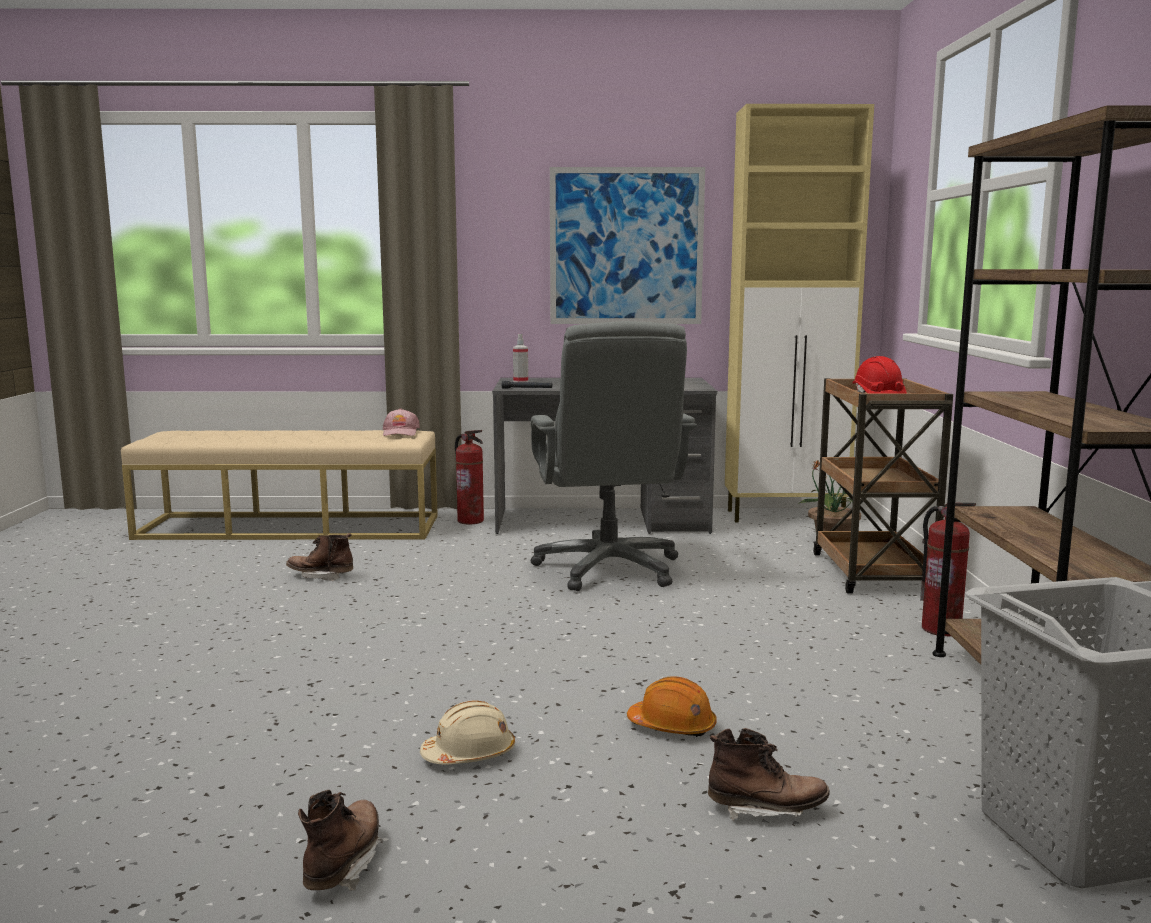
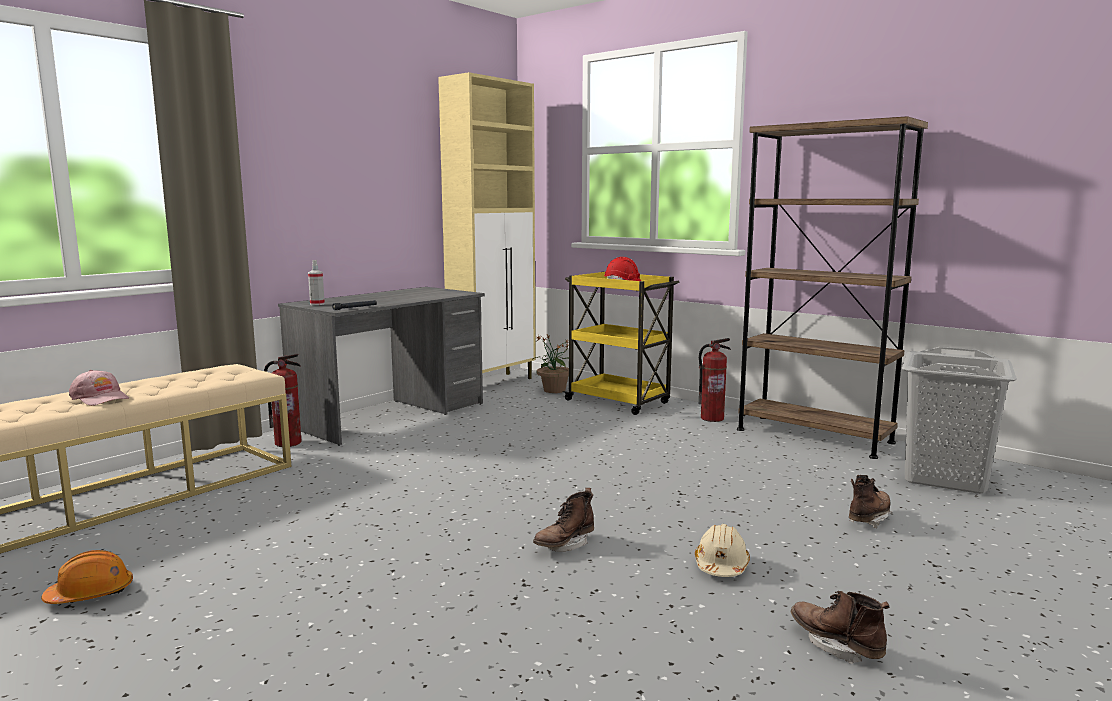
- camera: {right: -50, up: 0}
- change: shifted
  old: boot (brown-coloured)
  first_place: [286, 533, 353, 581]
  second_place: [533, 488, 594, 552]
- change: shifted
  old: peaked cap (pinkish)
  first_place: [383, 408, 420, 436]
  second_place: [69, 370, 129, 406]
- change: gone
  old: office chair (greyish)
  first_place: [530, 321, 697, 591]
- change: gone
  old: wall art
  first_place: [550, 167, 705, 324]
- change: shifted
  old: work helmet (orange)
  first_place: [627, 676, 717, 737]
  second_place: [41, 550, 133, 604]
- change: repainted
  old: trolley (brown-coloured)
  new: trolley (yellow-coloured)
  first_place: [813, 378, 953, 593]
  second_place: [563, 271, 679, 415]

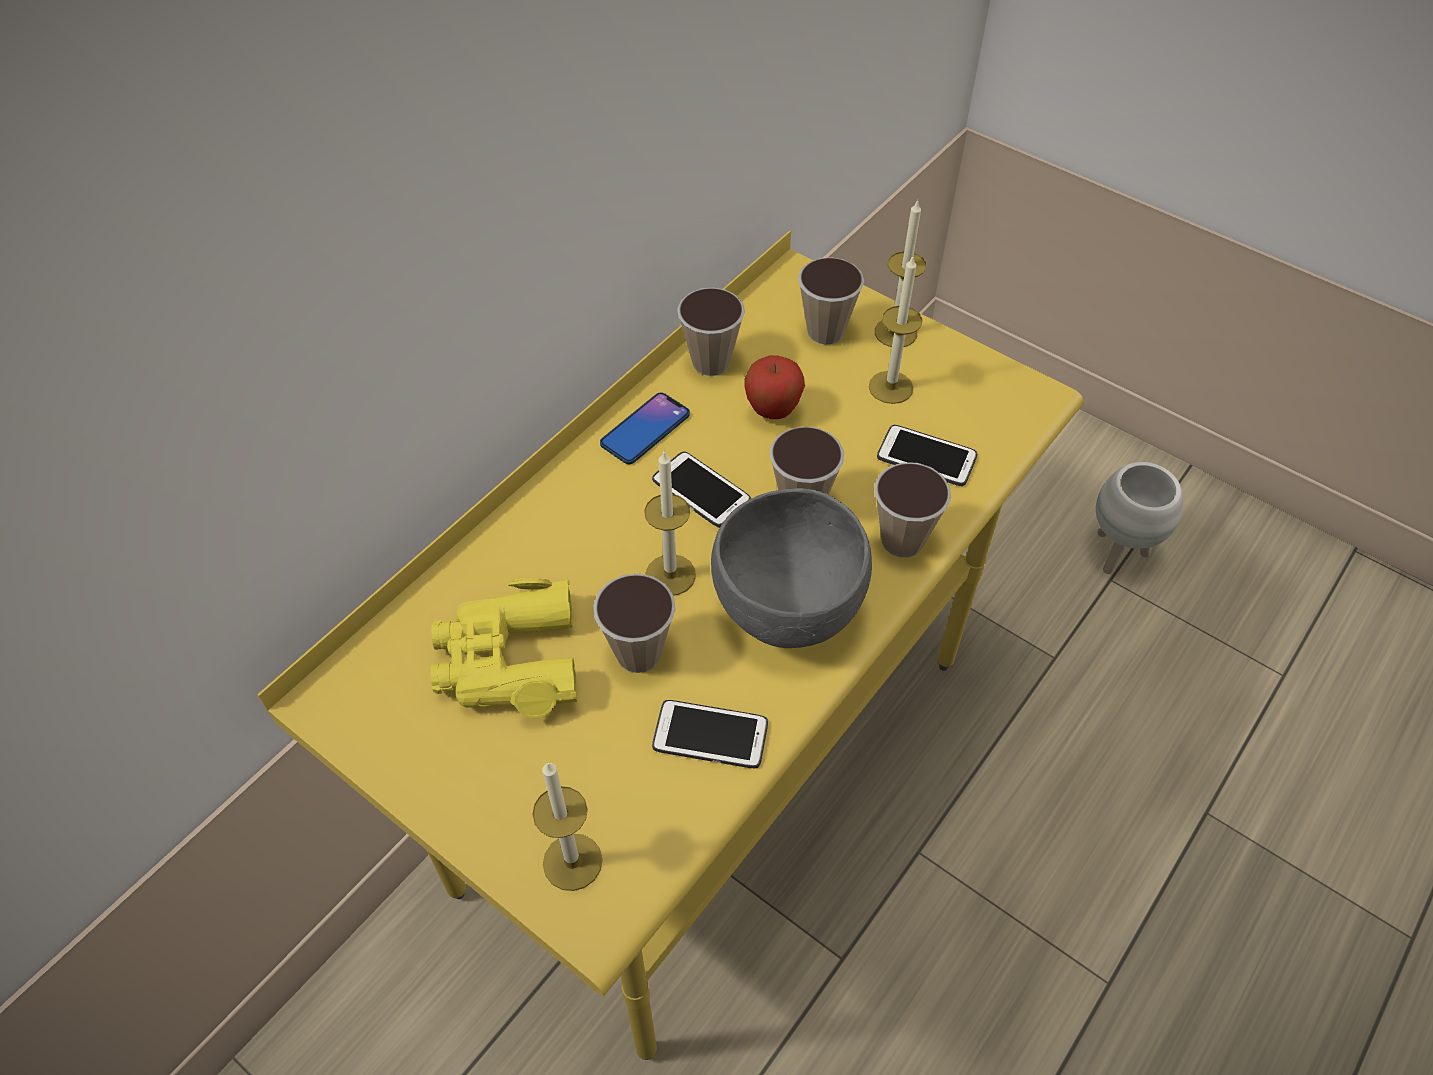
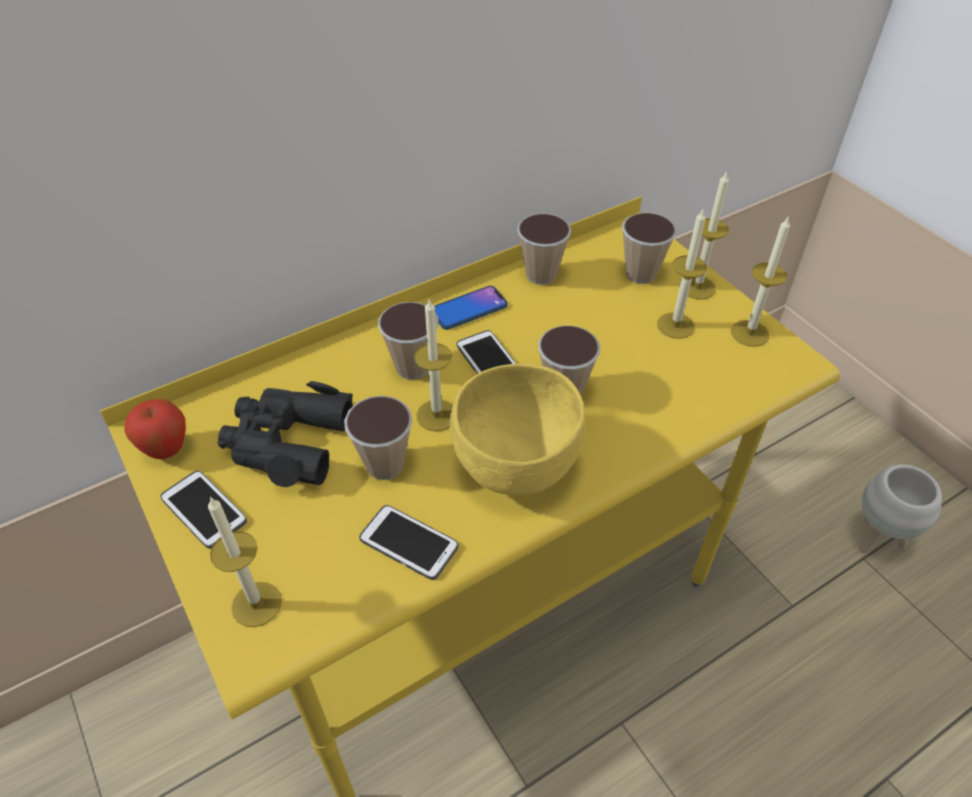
- camera: {right: 20, up: -5}
- change: repainted
  old: pair of binoculars (yellow-coloured)
  new: pair of binoculars (black)
  first_place: [431, 578, 578, 718]
  second_place: [217, 381, 353, 487]
- change: repainted
  old: bowl (greyish)
  new: bowl (yellow-coloured)
  first_place: [711, 488, 872, 648]
  second_place: [450, 364, 586, 496]
- change: shifted
  old: apple fruit
  first_place: [745, 355, 805, 419]
  second_place: [124, 399, 186, 459]
- change: shifted
  old: small cup
  first_place: [875, 462, 951, 557]
  second_place: [378, 302, 439, 379]
- change: shifted
  old: phone
  first_place: [877, 425, 977, 486]
  second_place: [160, 470, 247, 549]
- change: new
  new: candle
  second_place: [731, 216, 790, 347]

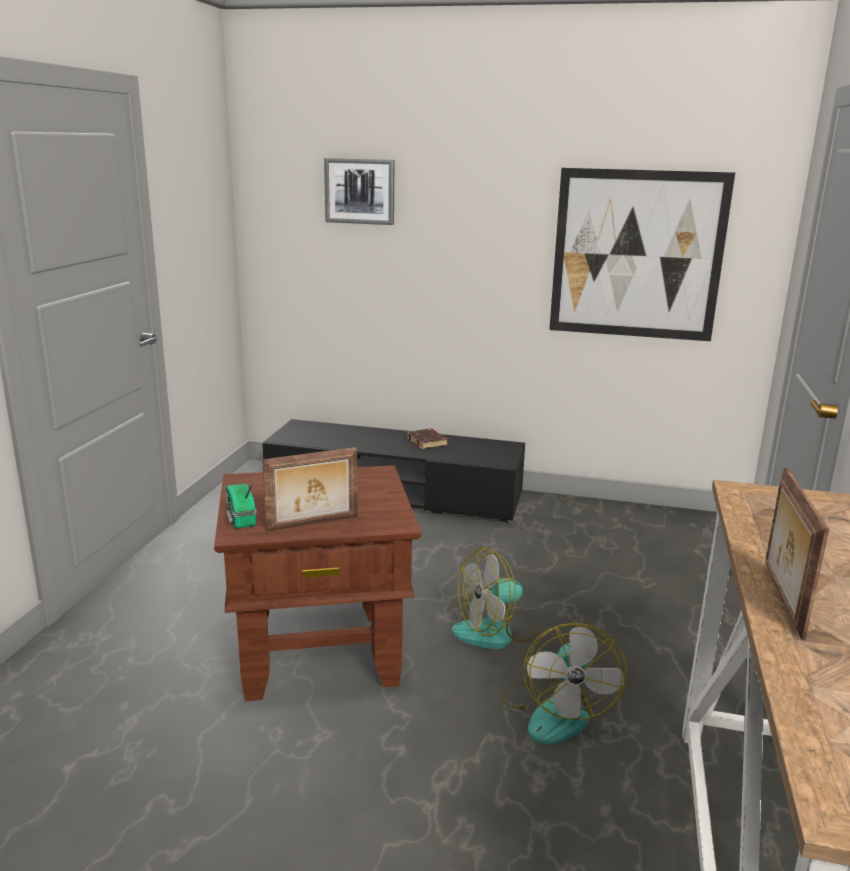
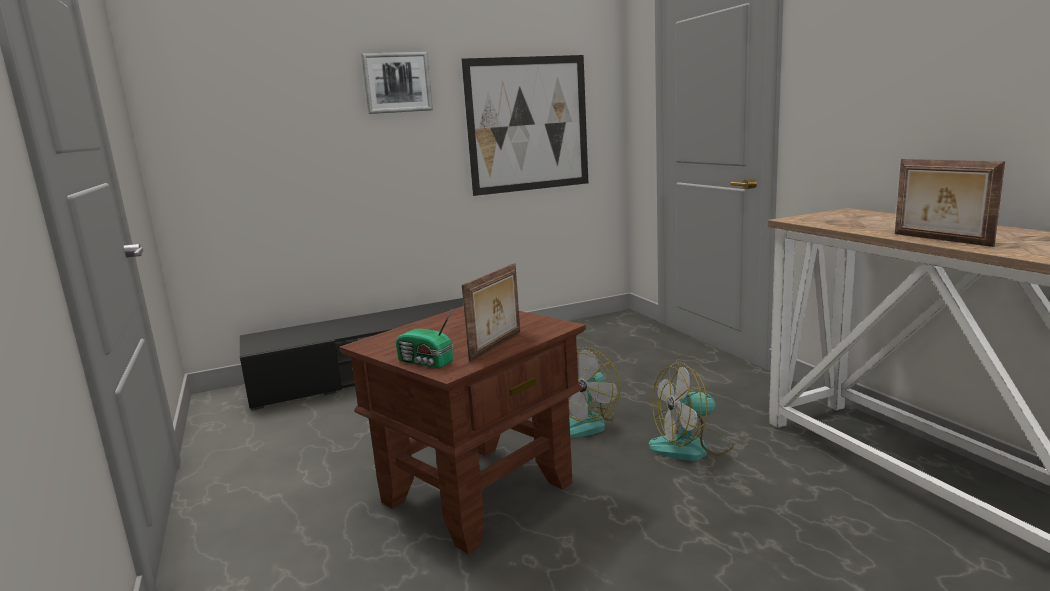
- camera: {right: -35, up: -5}
- change: shifted
  old: wall art
  first_place: [324, 158, 394, 225]
  second_place: [361, 52, 433, 114]
- change: gone
  old: volume (brown-coloured)
  first_place: [406, 428, 449, 449]
- change: rotated
  old: cooling fan
  first_place: [501, 623, 627, 744]
  second_place: [649, 362, 733, 461]
  degrees: 105

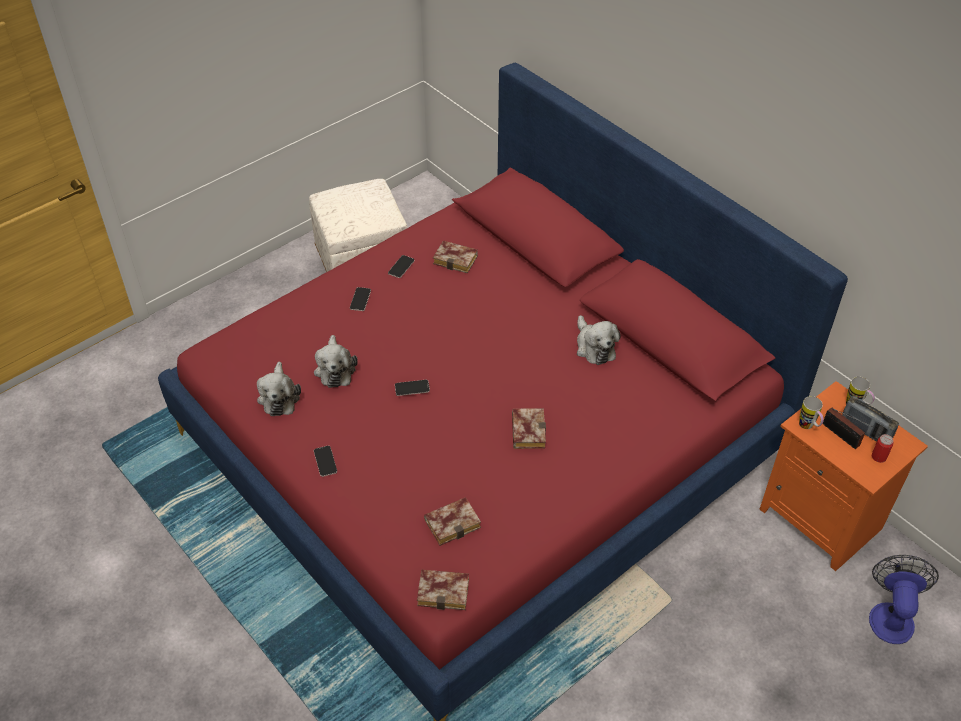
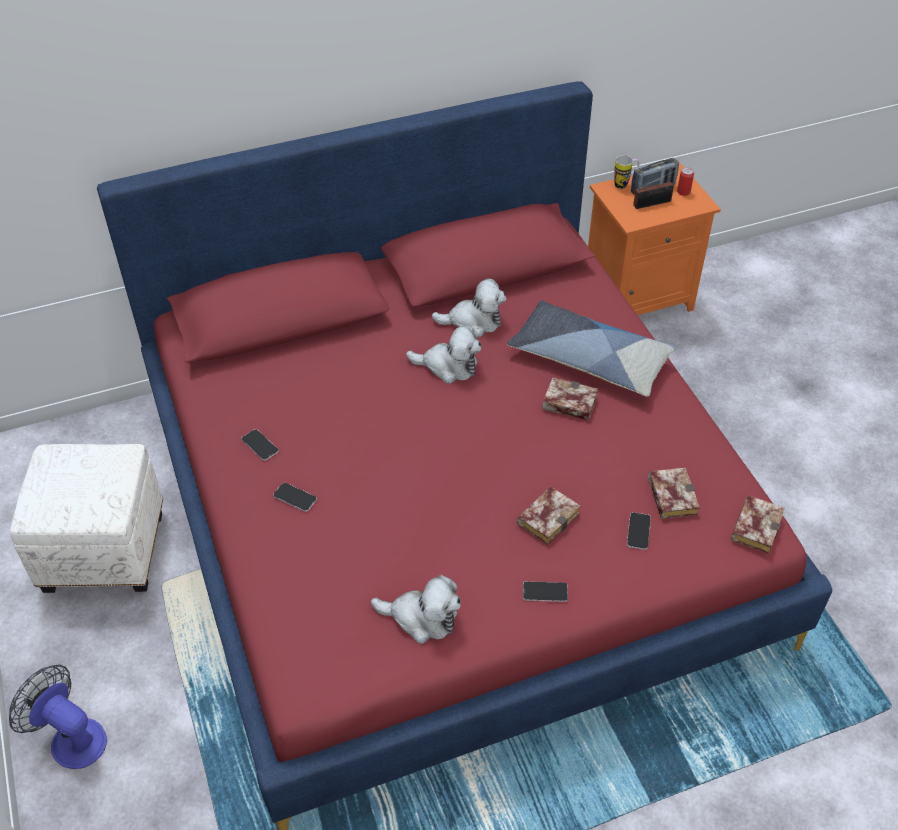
- camera: {right: -70, up: 0}
- change: shifted
  old: plush toy
  first_place: [314, 335, 358, 388]
  second_place: [406, 325, 481, 384]
- change: shifted
  old: phone
  first_place: [395, 380, 430, 396]
  second_place: [627, 512, 651, 550]
- change: shifted
  old: volume
  first_place: [433, 241, 478, 273]
  second_place: [517, 486, 580, 545]
- change: gone
  old: tea mug
  first_place: [799, 396, 824, 429]
- change: shifted
  old: cooling fan
  first_place: [869, 555, 939, 644]
  second_place: [9, 665, 107, 769]
- change: new
  new: cushion
  second_place: [507, 300, 676, 397]

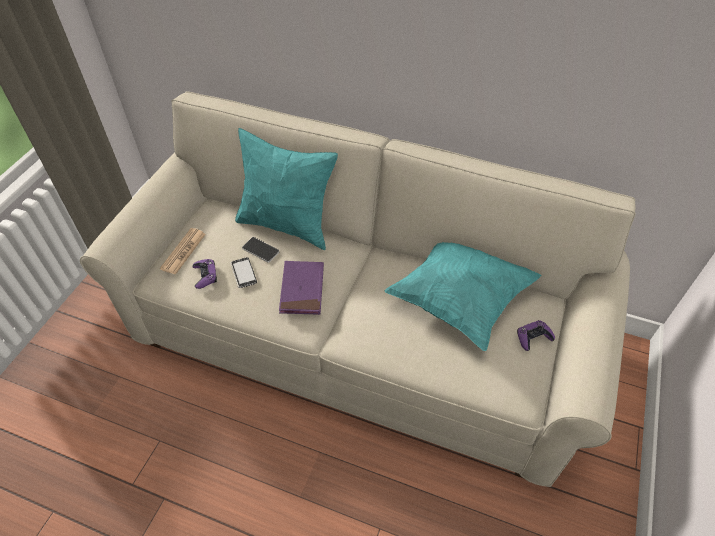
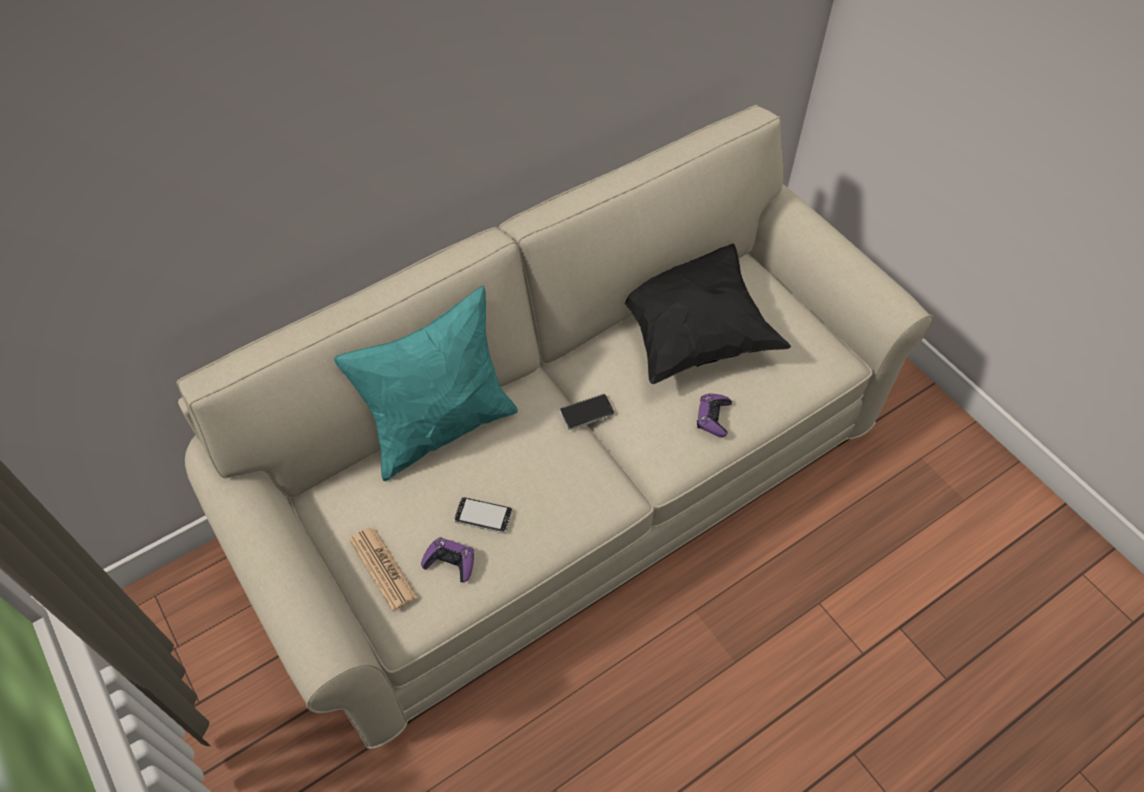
- camera: {right: -55, up: 5}
- change: shifted
  old: phone
  first_place: [242, 237, 279, 263]
  second_place: [560, 394, 615, 430]
- change: gone
  old: volume (purple-coloured)
  first_place: [279, 261, 324, 315]
- change: repainted
  old: cushion (turquoise-coloured)
  new: cushion (black)
  first_place: [385, 242, 541, 351]
  second_place: [625, 243, 791, 384]
- change: shifted
  old: joypad (purple-coloured)
  first_place: [517, 320, 555, 351]
  second_place: [697, 393, 732, 437]

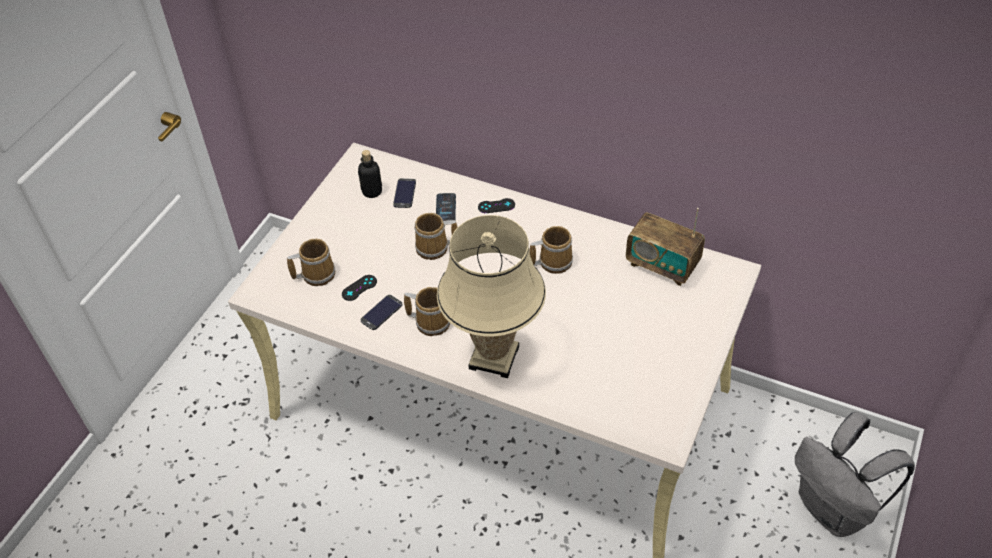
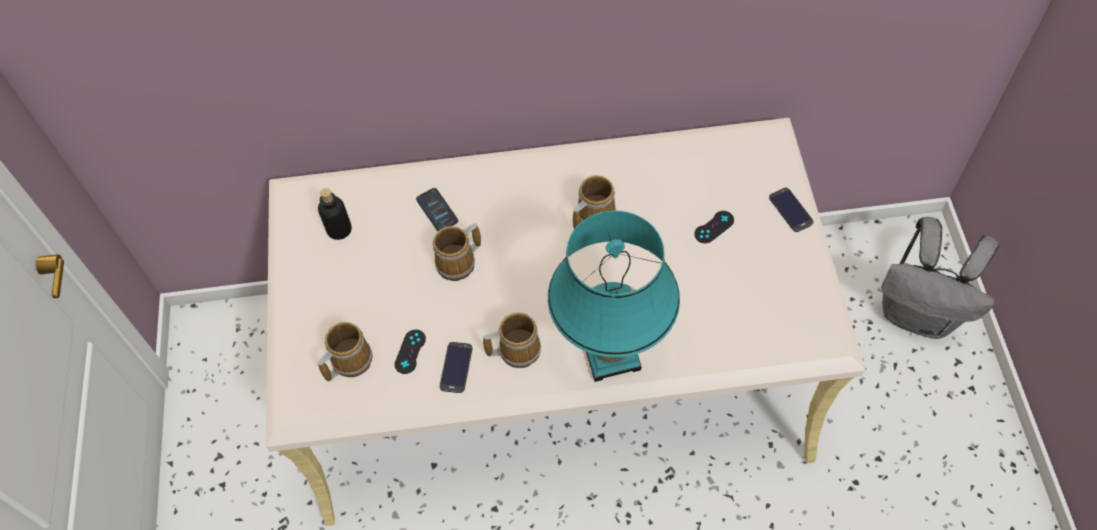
- camera: {right: -30, up: 10}
- change: shifted
  old: phone
  first_place: [393, 178, 416, 208]
  second_place: [769, 188, 814, 232]
- change: repainted
  old: lamp for a table (beige-coloured)
  new: lamp for a table (turquoise-coloured)
  first_place: [437, 215, 546, 378]
  second_place: [548, 211, 680, 382]
- change: shifted
  old: joypad (black)
  first_place: [478, 198, 515, 213]
  second_place: [694, 211, 734, 243]
- change: gone
  old: radio set
  first_place: [626, 208, 705, 286]

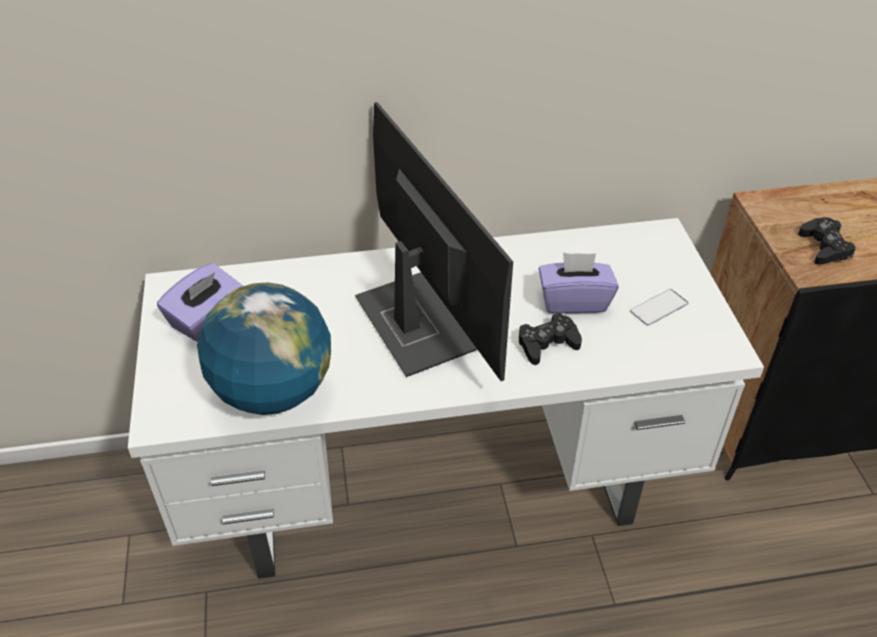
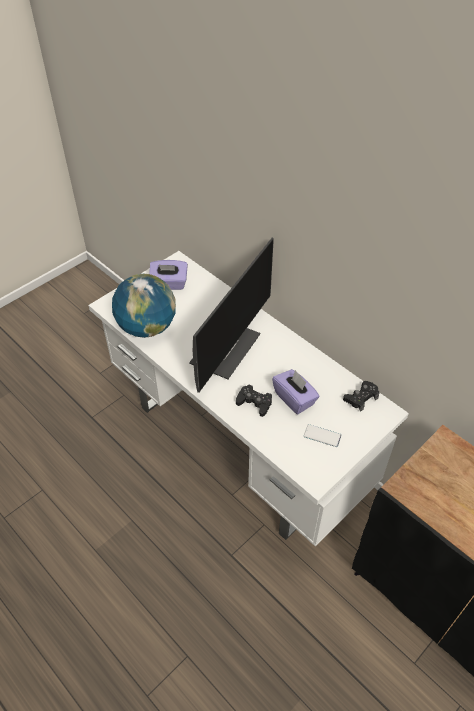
- camera: {right: 55, up: 5}
- change: shifted
  old: joypad (black)
  first_place: [798, 217, 856, 265]
  second_place: [343, 381, 379, 412]

